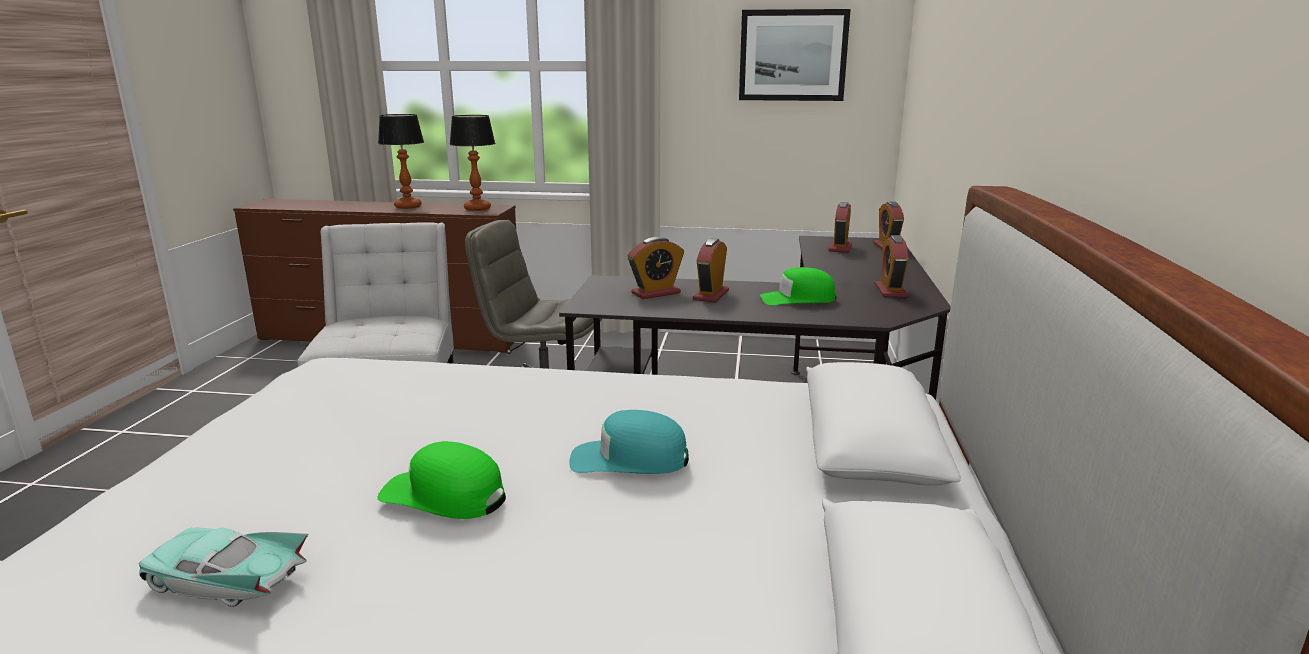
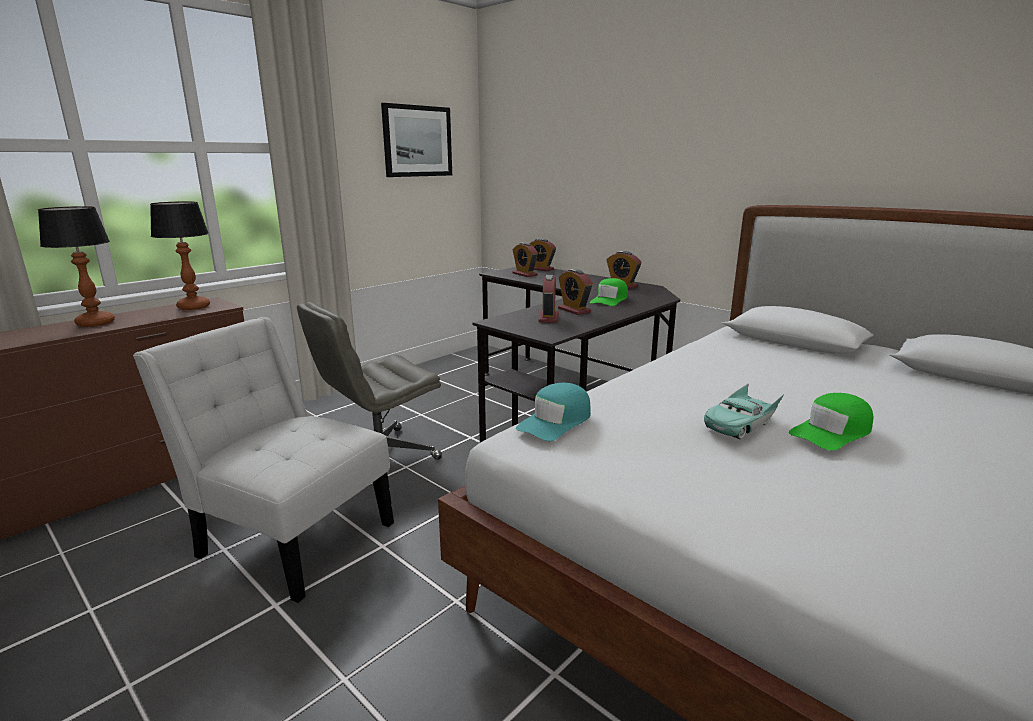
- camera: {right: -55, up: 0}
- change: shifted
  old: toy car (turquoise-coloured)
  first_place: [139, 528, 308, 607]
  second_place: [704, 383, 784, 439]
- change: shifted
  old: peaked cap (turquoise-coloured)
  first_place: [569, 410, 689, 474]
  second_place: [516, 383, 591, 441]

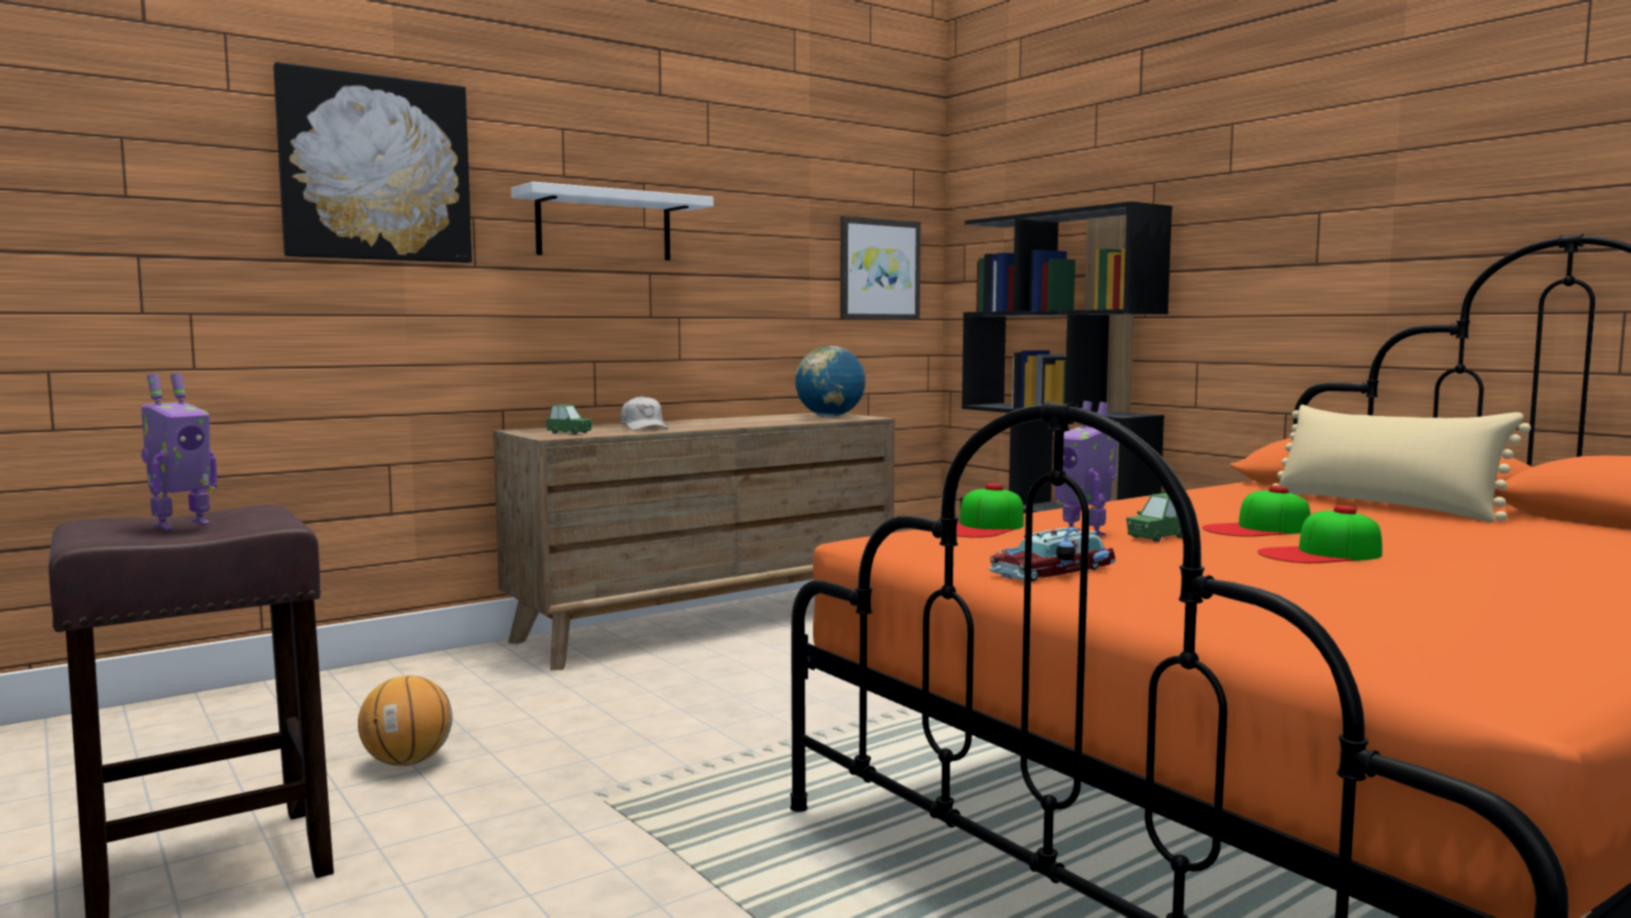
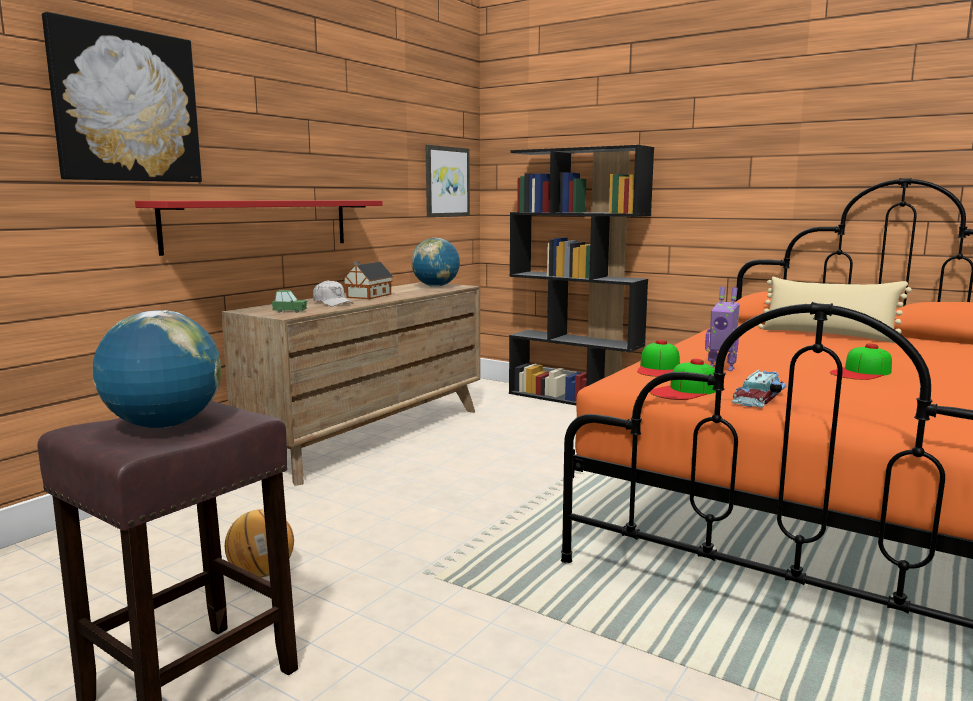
- camera: {right: -20, up: 5}
- change: swapped
  old: robot figure
  new: globe
  first_place: [141, 373, 217, 530]
  second_place: [93, 310, 221, 428]
- change: gone
  old: shelf (white)
  first_place: [511, 182, 714, 260]
- change: gone
  old: toy car (green-coloured)
  first_place: [1126, 493, 1182, 542]
- change: shifted
  old: peaked cap
  first_place: [1202, 486, 1311, 537]
  second_place: [650, 359, 716, 400]
- change: new
  new: shelf (red-coloured)
  second_place: [135, 200, 383, 256]
- change: new
  new: model house
  second_place: [343, 261, 393, 299]

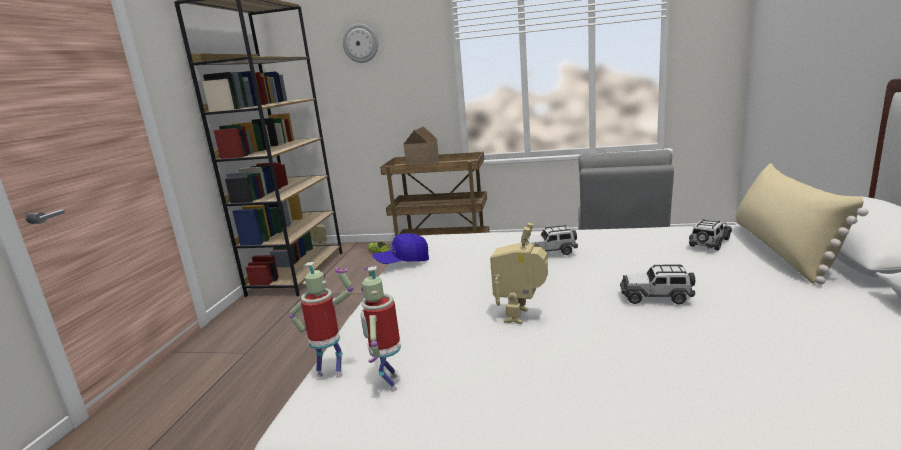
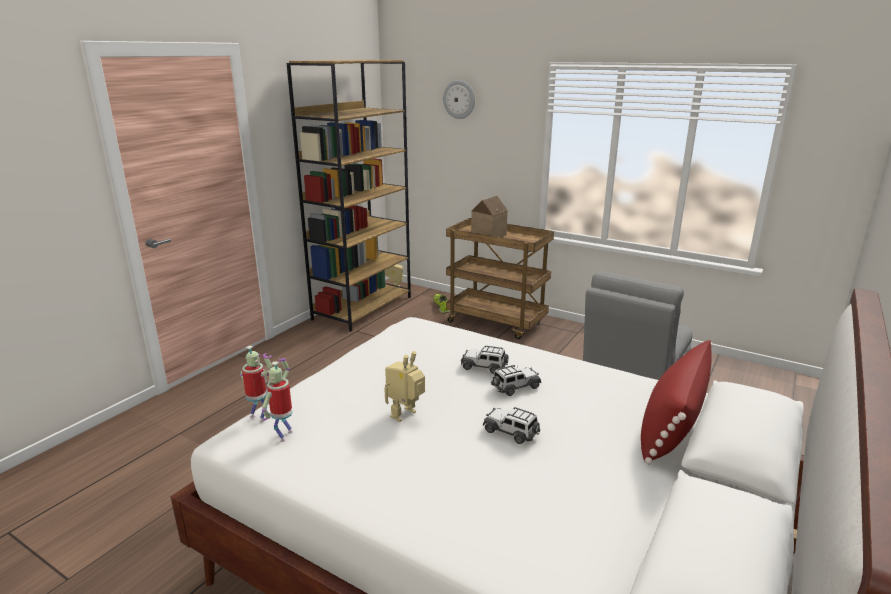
- camera: {right: 20, up: 5}
- change: gone
  old: peaked cap (blue-coloured)
  first_place: [372, 233, 429, 264]
- change: shifted
  old: toy car
  first_place: [689, 219, 732, 250]
  second_place: [491, 365, 541, 396]
- change: repainted
  old: cushion (beige-coloured)
  new: cushion (red-coloured)
  first_place: [736, 163, 869, 284]
  second_place: [641, 340, 713, 465]

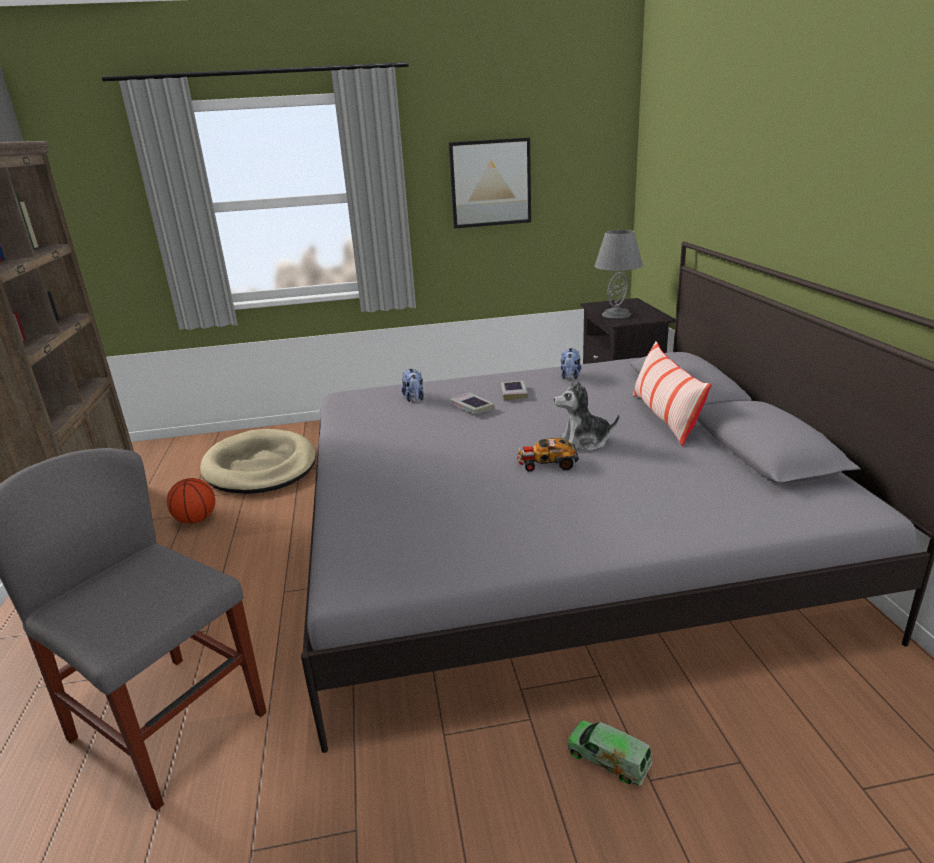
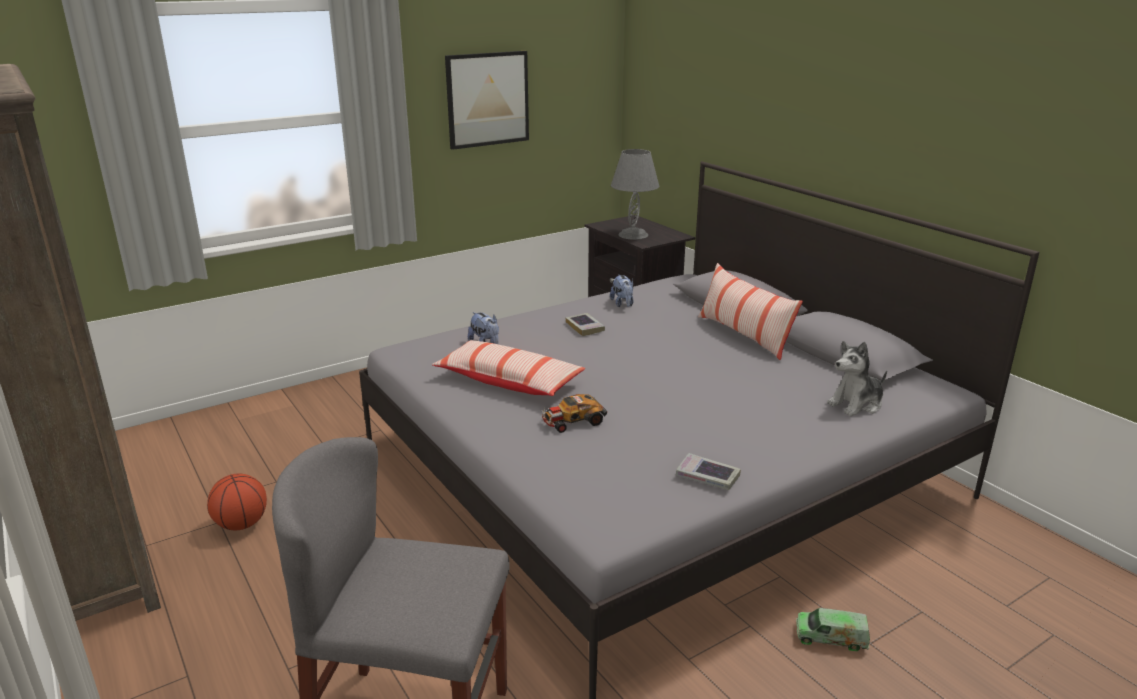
- camera: {right: -25, up: 0}
- change: gone
  old: dog cushion (beige-coloured)
  first_place: [200, 429, 316, 494]
- change: shifted
  old: volume
  first_place: [450, 392, 494, 414]
  second_place: [676, 453, 741, 490]
- change: shifted
  old: toy car
  first_place: [517, 438, 579, 472]
  second_place: [541, 394, 607, 433]
- change: shifted
  old: plush toy
  first_place: [554, 381, 619, 452]
  second_place: [827, 341, 887, 416]
- change: new
  new: cushion
  second_place: [432, 340, 585, 396]

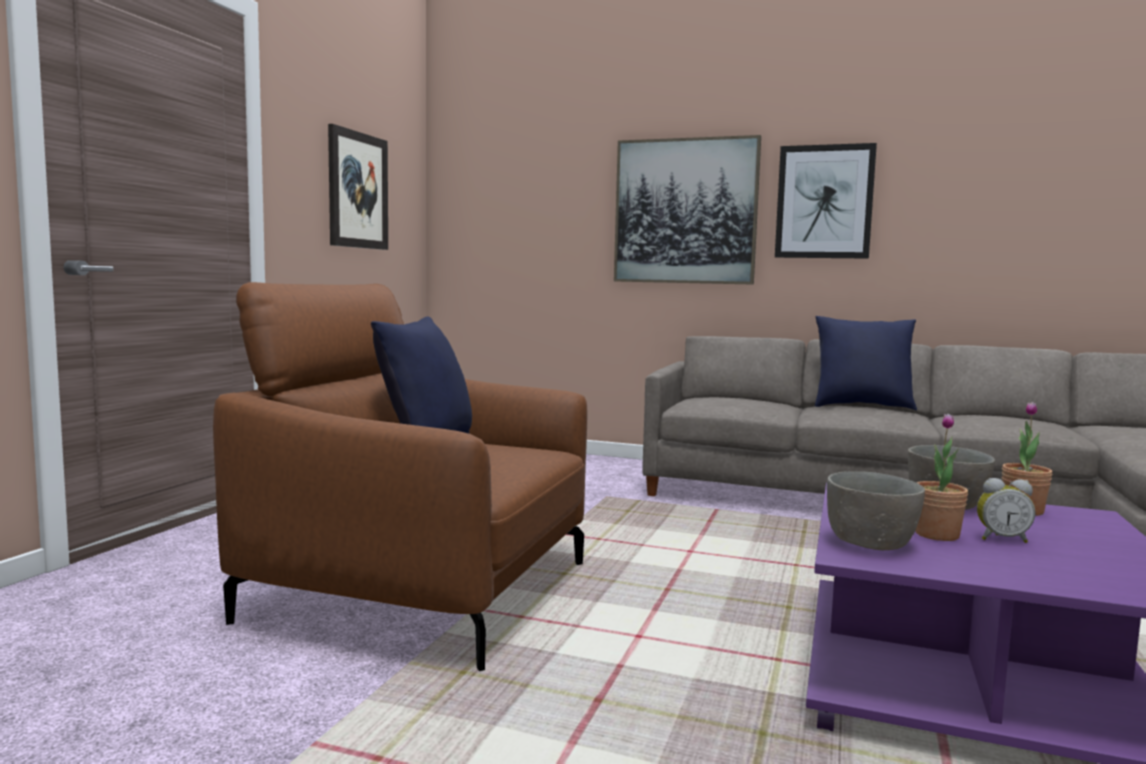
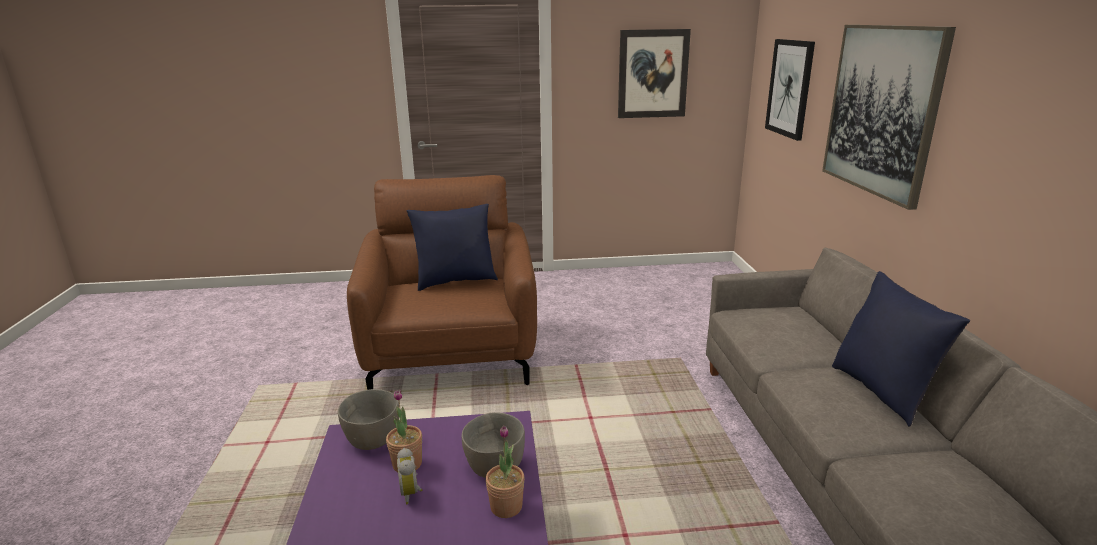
- camera: {right: 65, up: 15}
- change: shifted
  old: wall art
  first_place: [775, 143, 877, 259]
  second_place: [765, 39, 815, 141]

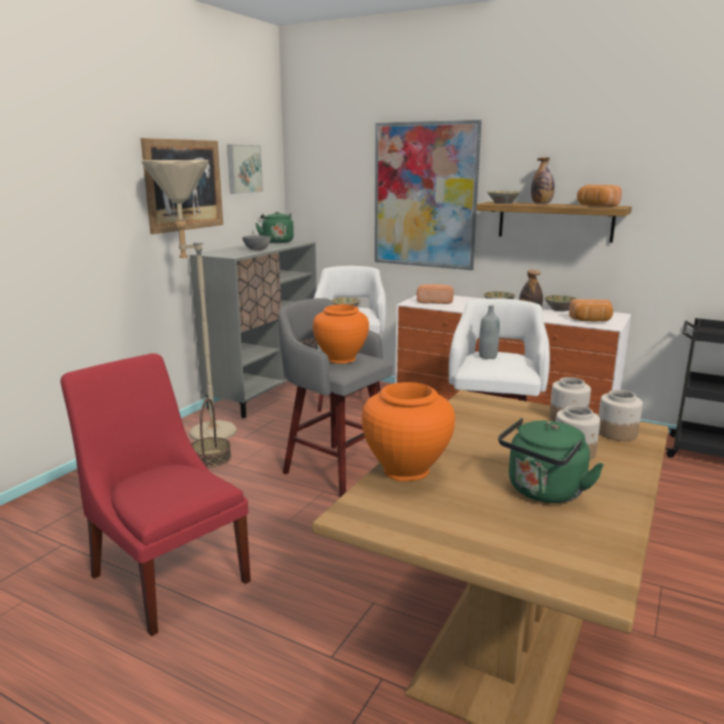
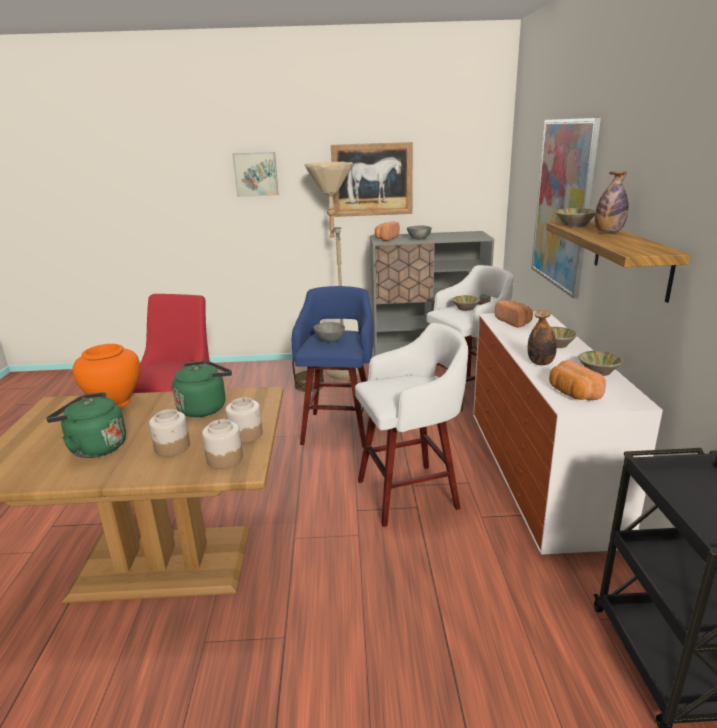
- camera: {right: 60, up: 5}
- change: shifted
  old: wall art
  first_place: [227, 145, 263, 194]
  second_place: [232, 152, 279, 197]
- change: shifted
  old: water kettle (green-coloured)
  first_place: [255, 211, 294, 243]
  second_place: [172, 361, 232, 417]
- change: repainted
  old: sitting stool (greyish)
  new: sitting stool (blue-coloured)
  first_place: [278, 298, 393, 497]
  second_place: [292, 286, 374, 448]
- change: swapped
  old: vase (orange)
  new: bowl (greyish)
  first_place: [313, 304, 369, 364]
  second_place: [314, 322, 345, 342]
- change: gone
  old: bottle (greyish)
  first_place: [479, 305, 500, 359]
- change: shifted
  old: bread
  first_place: [577, 184, 622, 207]
  second_place: [375, 222, 399, 241]

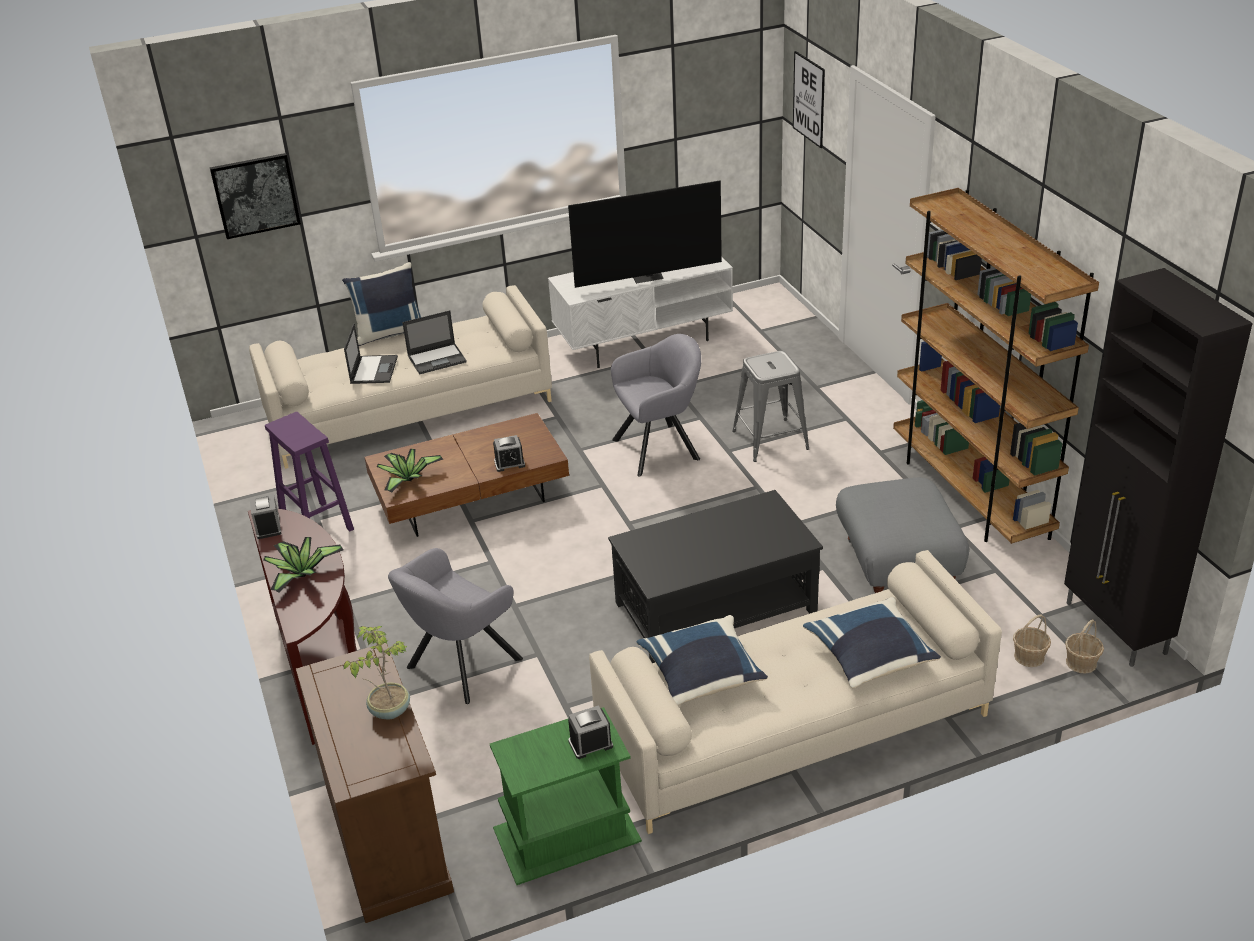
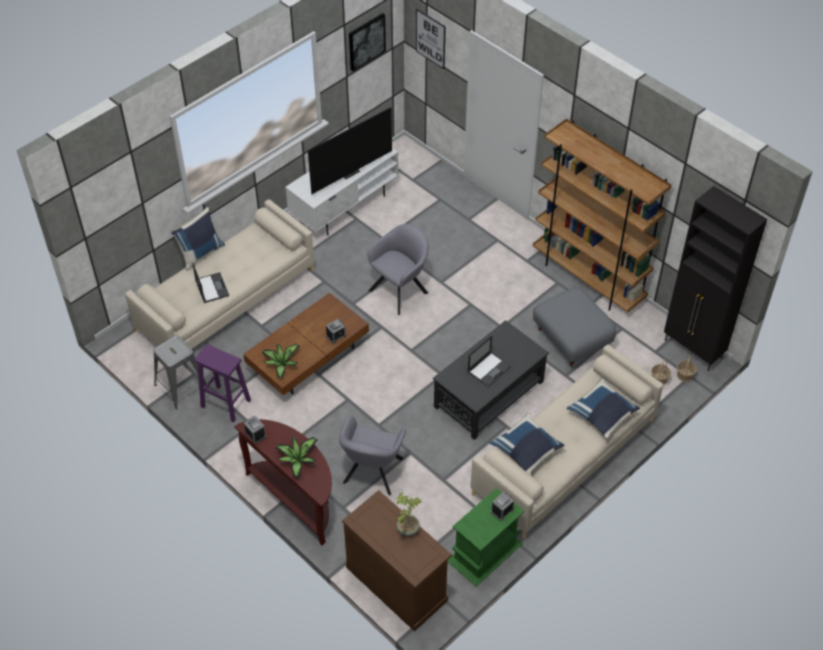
- camera: {right: -25, up: 15}
- change: shifted
  old: wall art
  first_place: [210, 153, 301, 239]
  second_place: [349, 13, 386, 71]
- change: shifted
  old: laptop
  first_place: [402, 310, 467, 375]
  second_place: [468, 335, 511, 387]
- change: shifted
  old: sitting stool (greyish)
  first_place: [732, 351, 809, 462]
  second_place: [153, 336, 208, 409]

